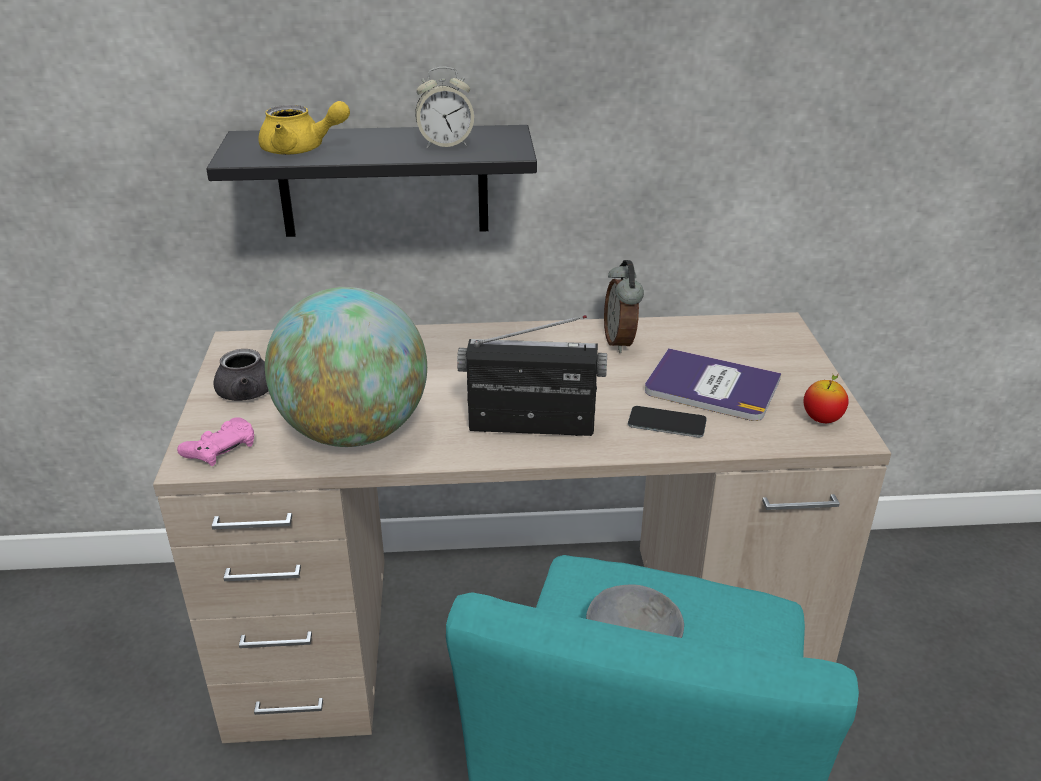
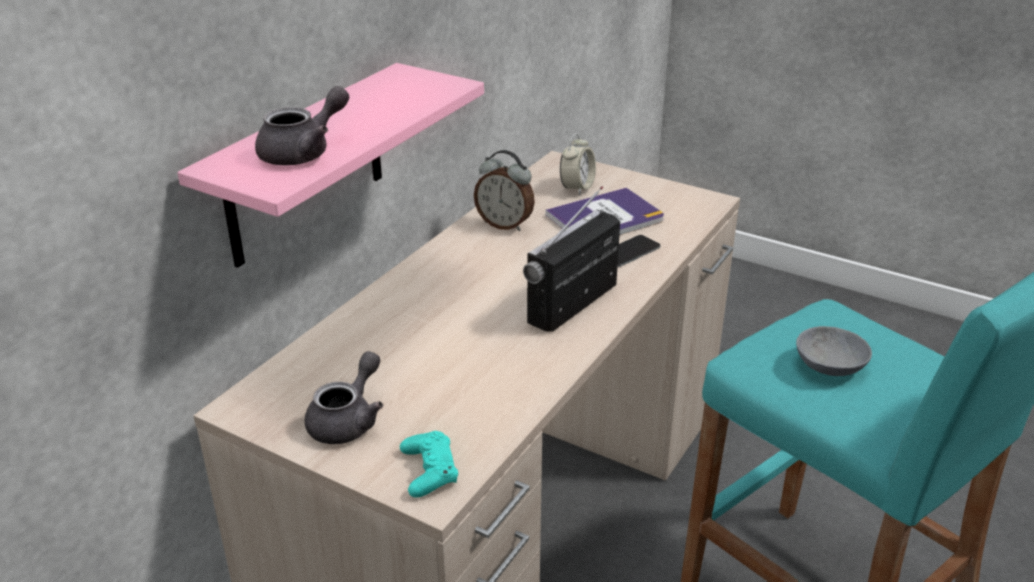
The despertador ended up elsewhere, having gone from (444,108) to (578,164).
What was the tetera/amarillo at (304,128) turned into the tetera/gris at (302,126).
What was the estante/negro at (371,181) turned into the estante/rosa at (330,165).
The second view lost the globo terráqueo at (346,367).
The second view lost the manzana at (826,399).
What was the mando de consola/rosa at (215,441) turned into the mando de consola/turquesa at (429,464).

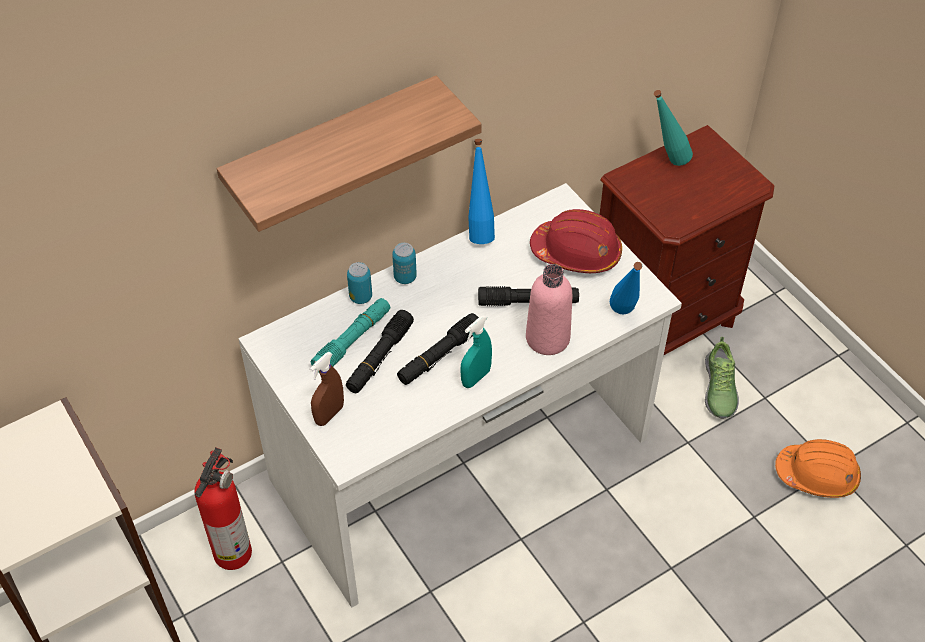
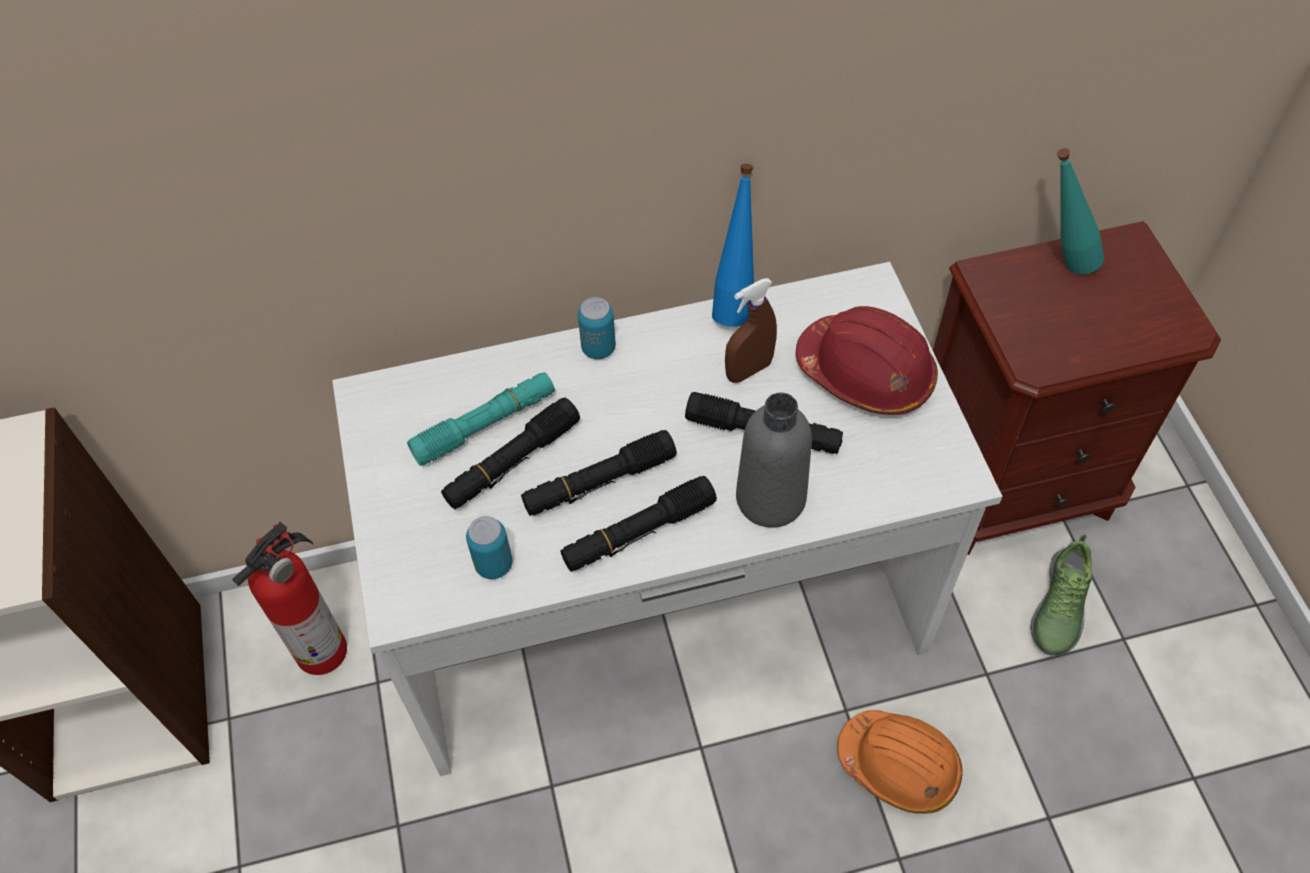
The second view lost the estante at (349,154).
The lata ended up elsewhere, having gone from (359,283) to (489,547).
The second view lost the botella/azul at (626,288).
What was the botella/rosa at (549,309) turned into the botella/gris at (774,460).
Where the pulverizador/turquesa stood at (476,351), the linterna/negro came to stand at (639,524).
The pulverizador/marrón ended up elsewhere, having gone from (327,389) to (751,330).
The casco/naranja ended up elsewhere, having gone from (818,468) to (900,762).

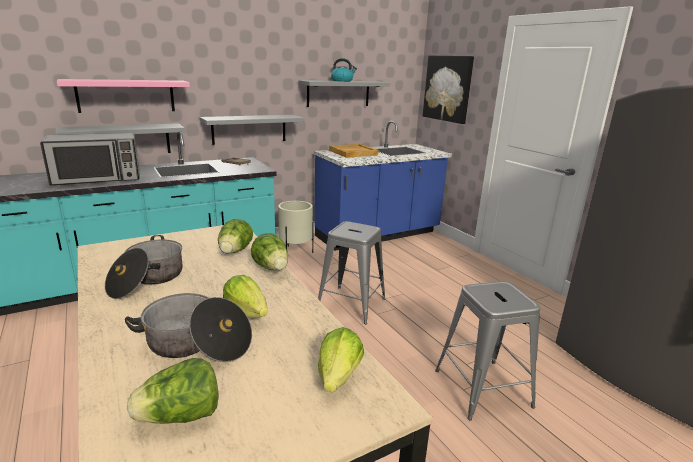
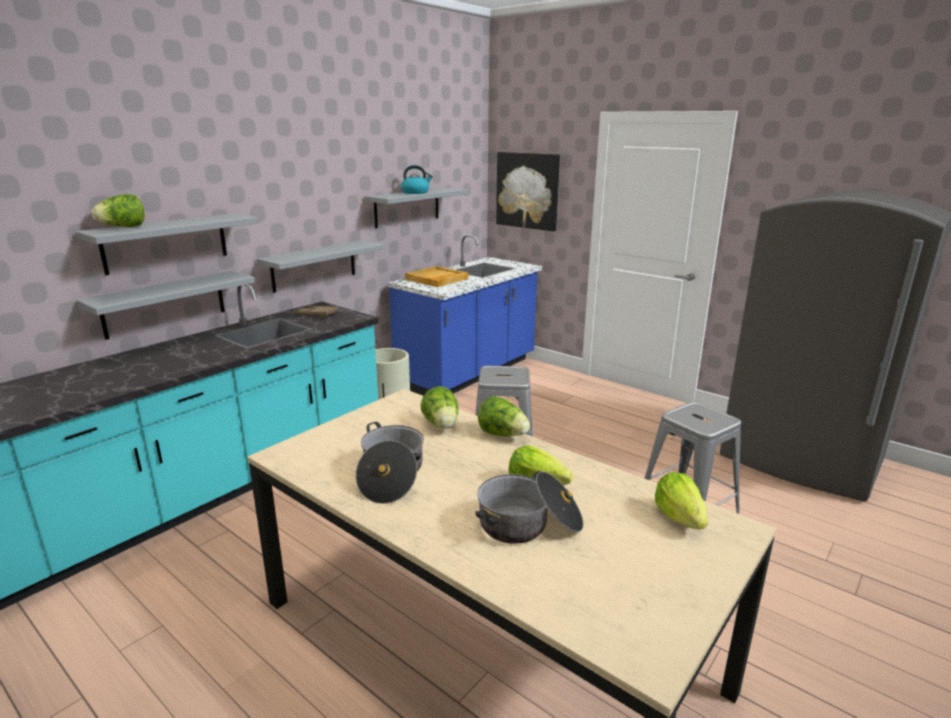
What was the estante/rosa at (123,96) turned into the estante/gris at (167,244).
The second view lost the microondas at (90,159).
The lechuga ended up elsewhere, having gone from (173,391) to (118,210).

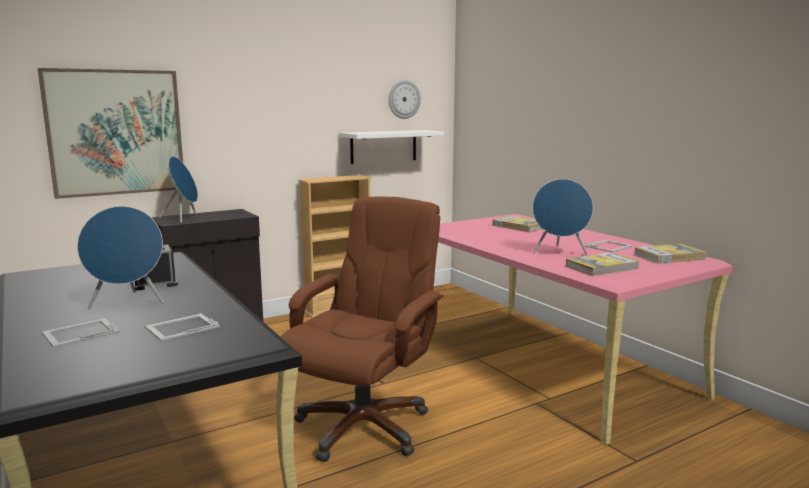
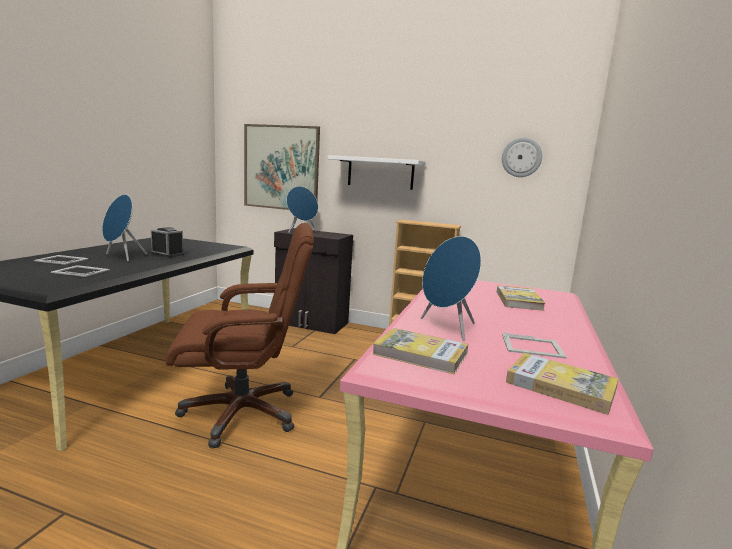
The estante/blanco ended up elsewhere, having gone from (392,147) to (376,172).

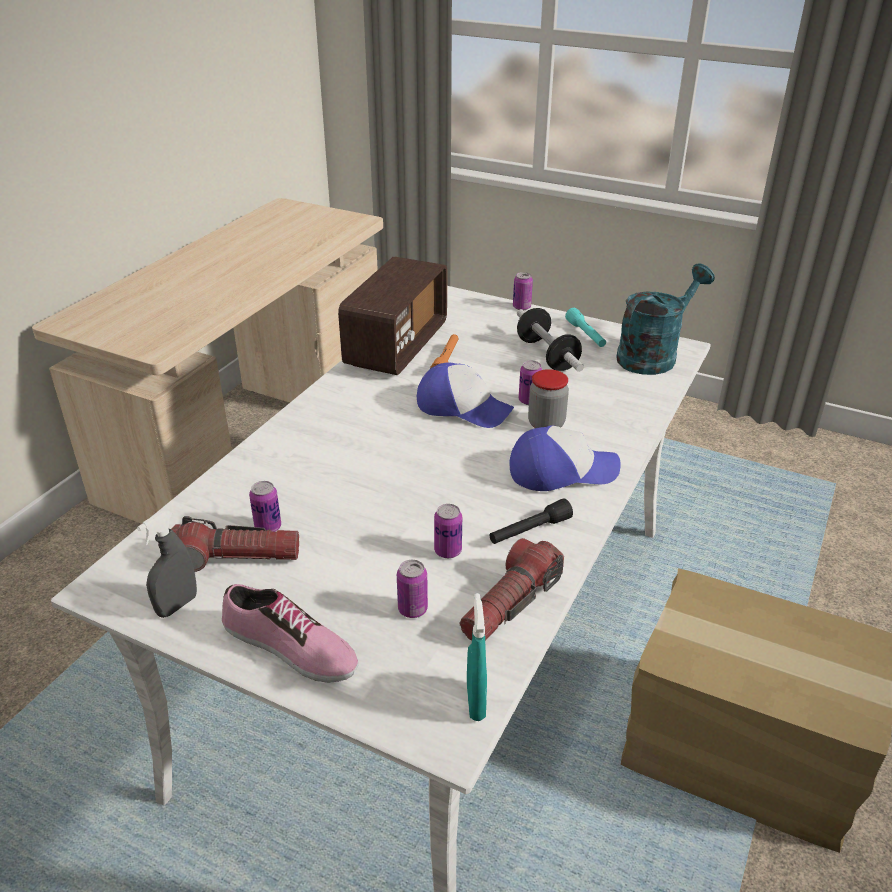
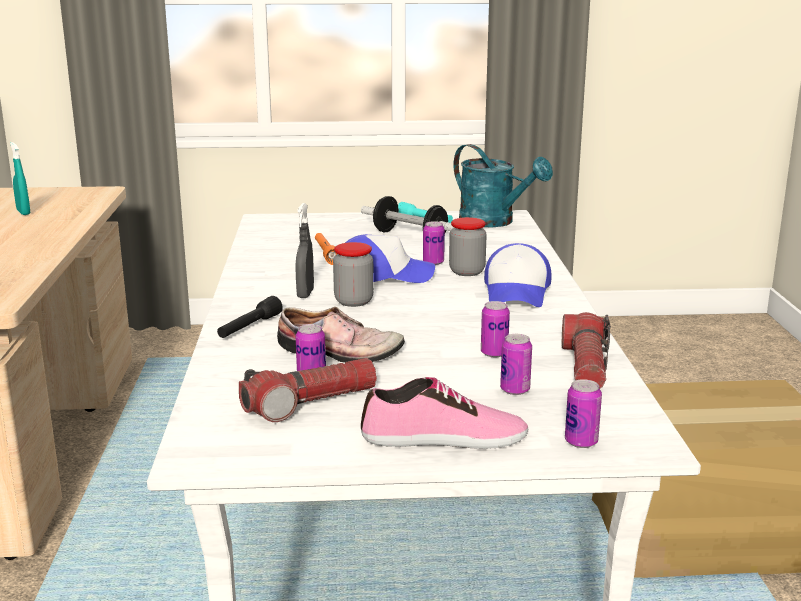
The second view lost the radio at (392,315).
The regadera/turquesa at (665,319) ended up facing another way, 120 degrees clockwise from before.
The lata ended up elsewhere, having gone from (523,291) to (583,413).
The gorra at (565,458) ended up facing another way, 135 degrees clockwise from before.
The linterna/negro ended up elsewhere, having gone from (531,521) to (250,317).
The pulverizador/gris ended up elsewhere, having gone from (167,564) to (305,250).
The pulverizador/turquesa ended up elsewhere, having gone from (477,657) to (20,178).
The second view gained the tarro at (353,274).
The second view gained the zapato at (341,335).

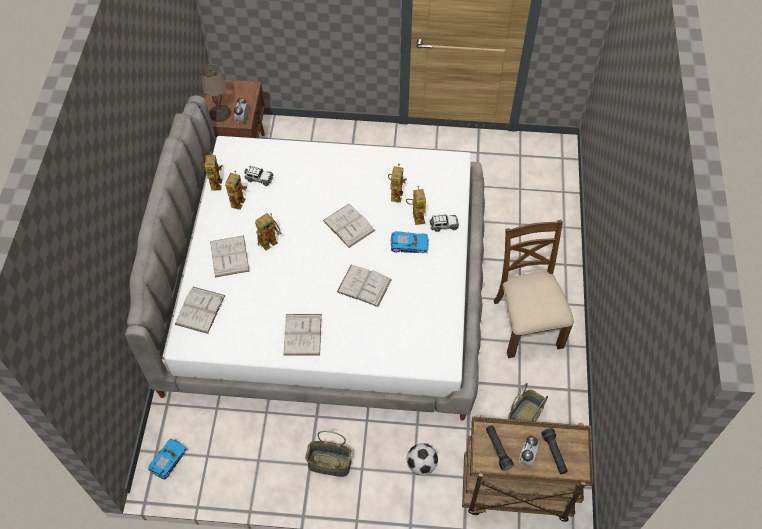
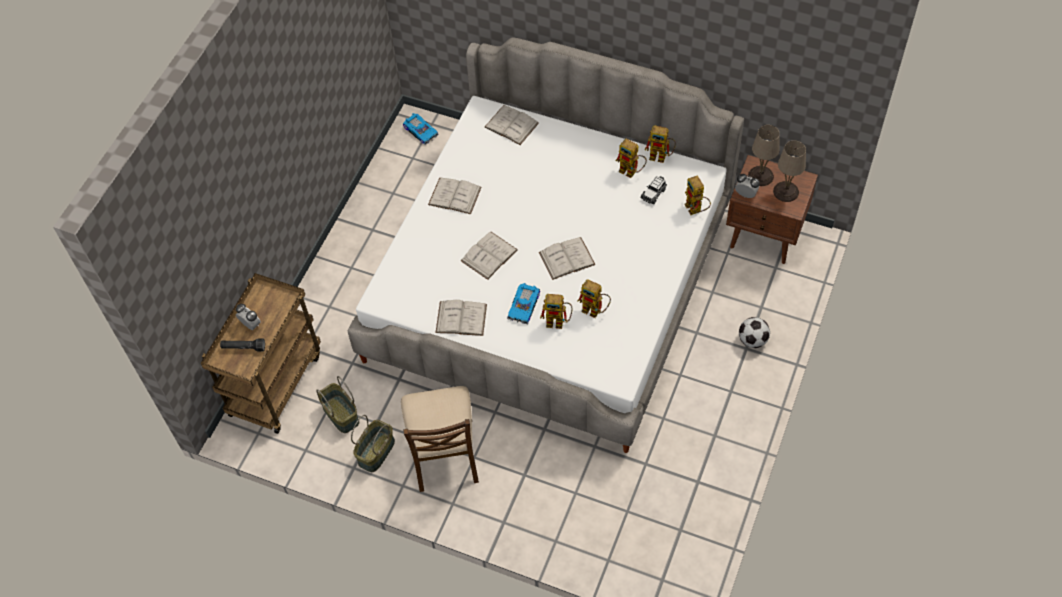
The robot de juguete ended up elsewhere, having gone from (268,231) to (697,195).
The second view lost the coche de juguete at (444,223).
The silla/marrón at (534,289) ended up facing another way, 75 degrees clockwise from before.
The libro/blanco ended up elsewhere, having gone from (229,256) to (461,318).
The second view lost the linterna/negro at (500,448).
The cesta ended up elsewhere, having gone from (328,454) to (373,443).
The balón de fútbol ended up elsewhere, having gone from (422,459) to (754,332).
The second view gained the lámpara de mesa/beis at (789,171).

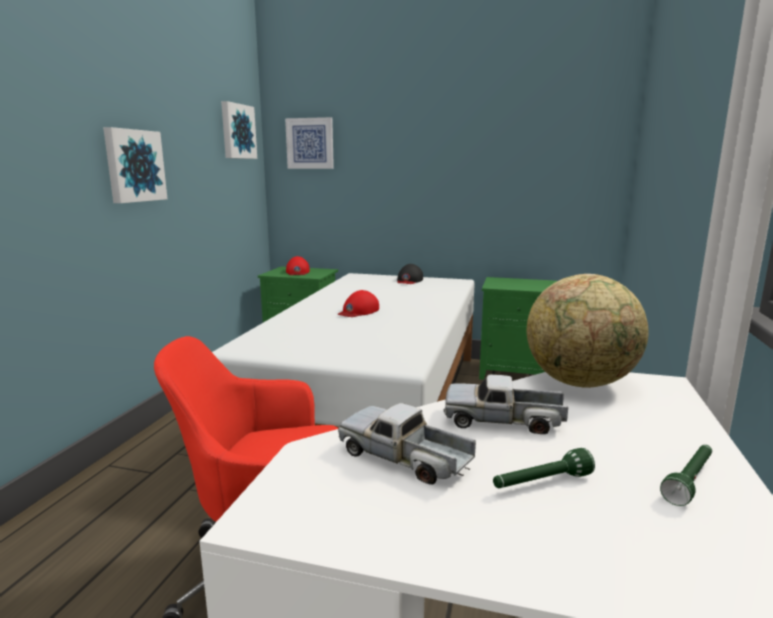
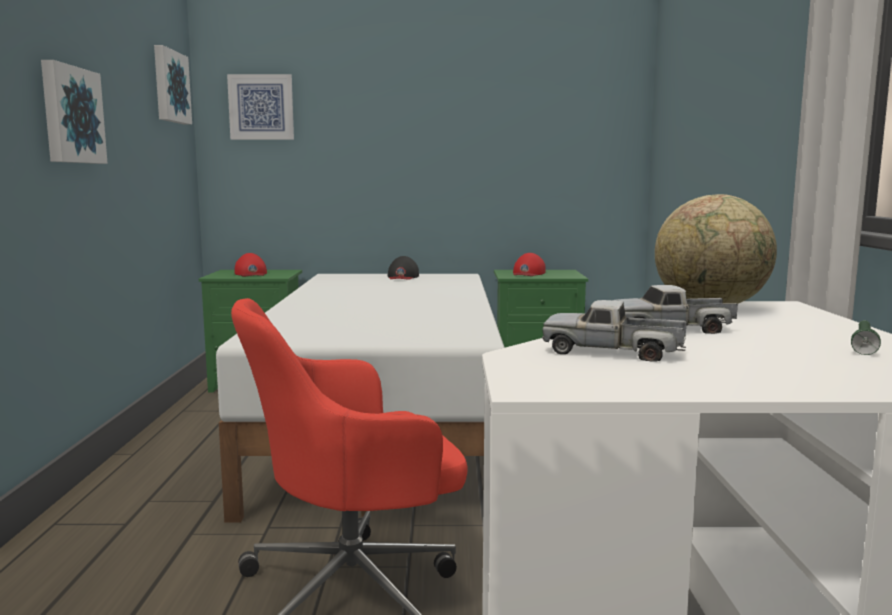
The gorra/rojo ended up elsewhere, having gone from (358,303) to (529,264).
The second view lost the linterna/verde at (544,468).

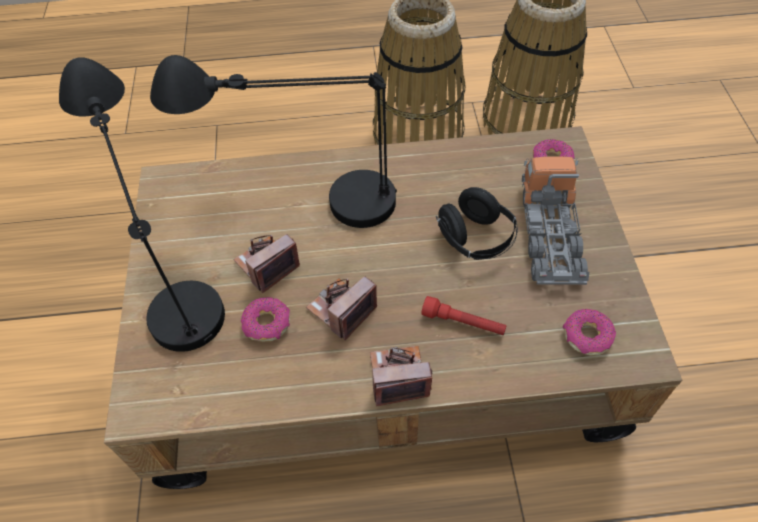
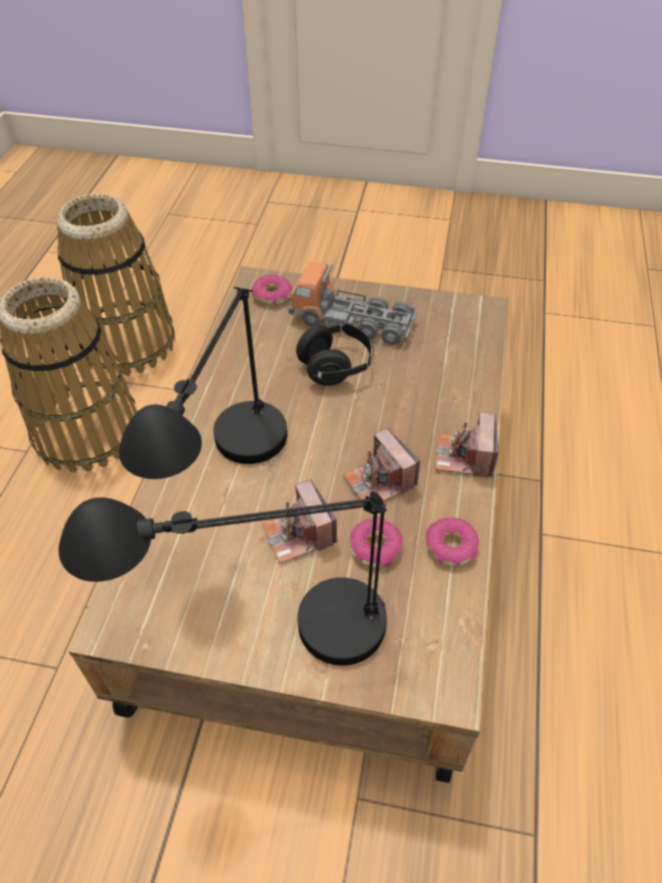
The second view lost the linterna/rojo at (463,315).
The rosquilla ended up elsewhere, having gone from (589,332) to (452,541).

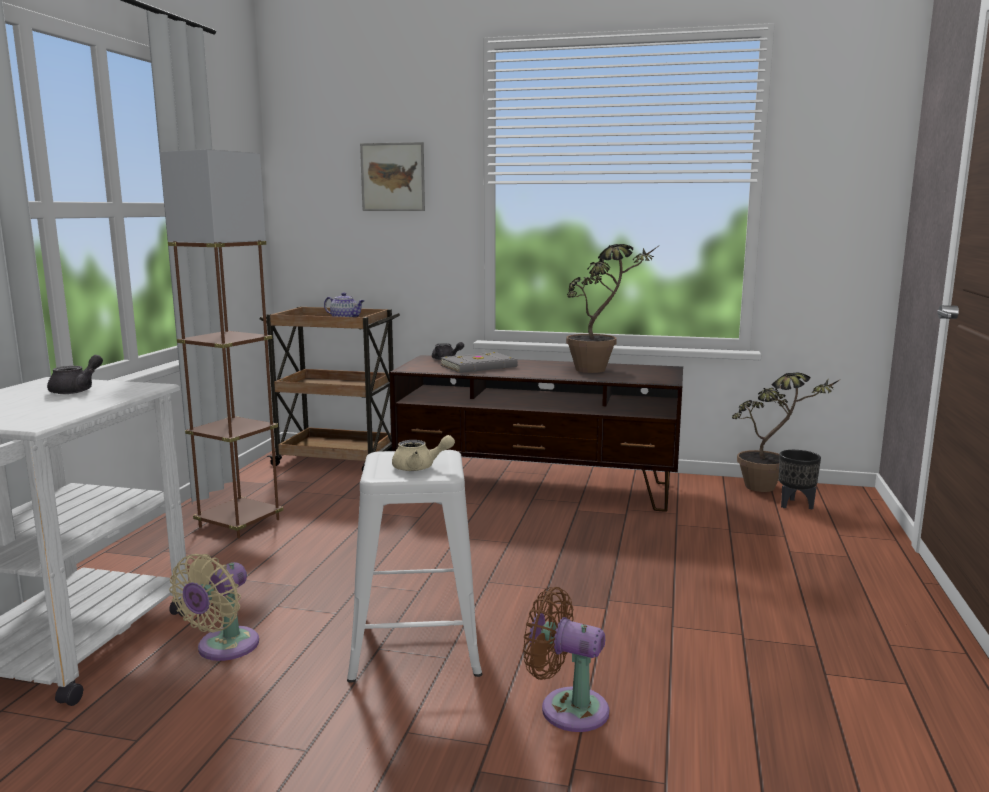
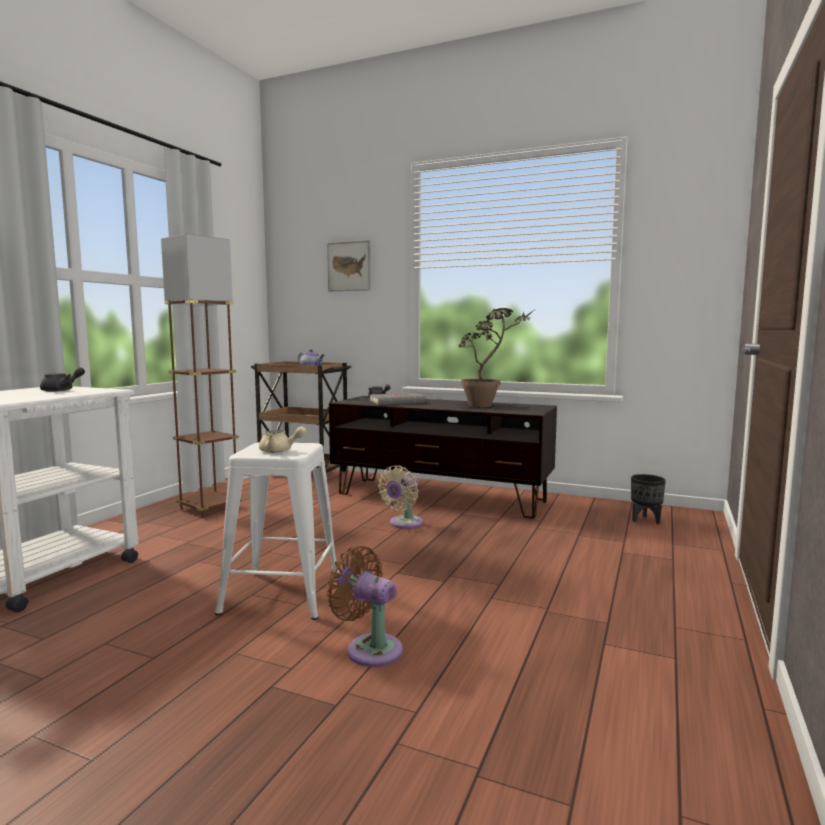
The second view lost the planta en maceta at (786,432).
The ventilador/beis ended up elsewhere, having gone from (214,607) to (400,497).

